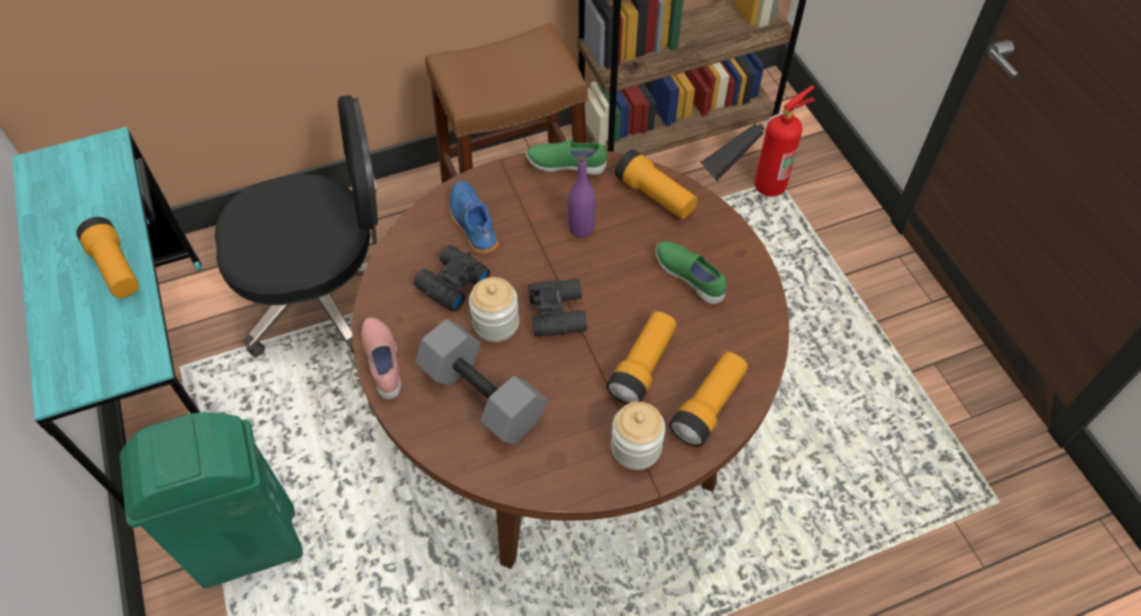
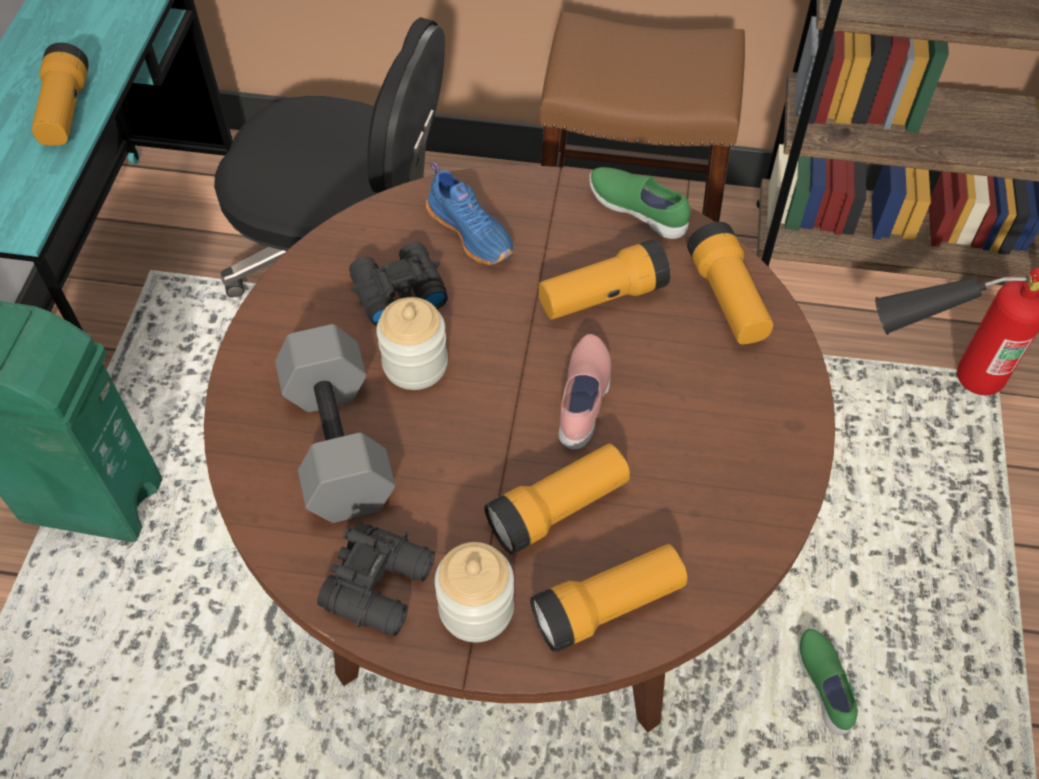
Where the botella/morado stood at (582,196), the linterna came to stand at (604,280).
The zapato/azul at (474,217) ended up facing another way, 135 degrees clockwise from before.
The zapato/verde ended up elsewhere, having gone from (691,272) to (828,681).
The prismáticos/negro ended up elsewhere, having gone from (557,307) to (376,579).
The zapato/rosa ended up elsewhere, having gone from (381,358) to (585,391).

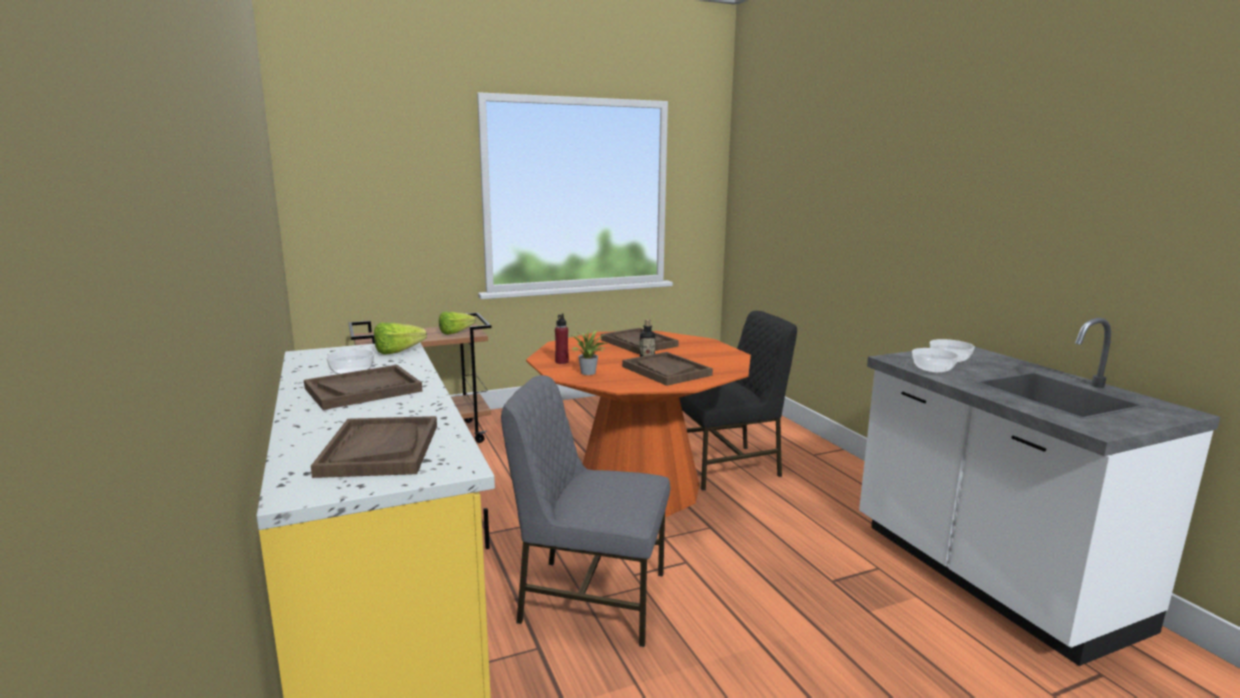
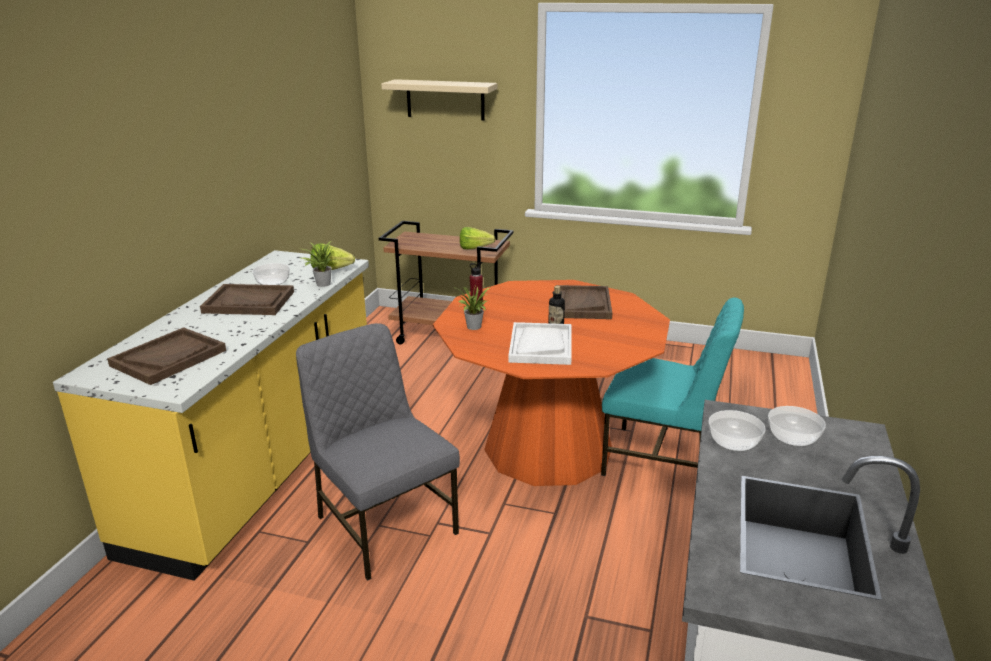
What was the silla/negro at (738,401) turned into the silla/turquesa at (672,387).
What was the bandeja/marrón at (667,369) turned into the bandeja/blanco at (540,343).
The second view gained the estante/beis at (439,99).
The second view gained the planta en maceta at (319,264).

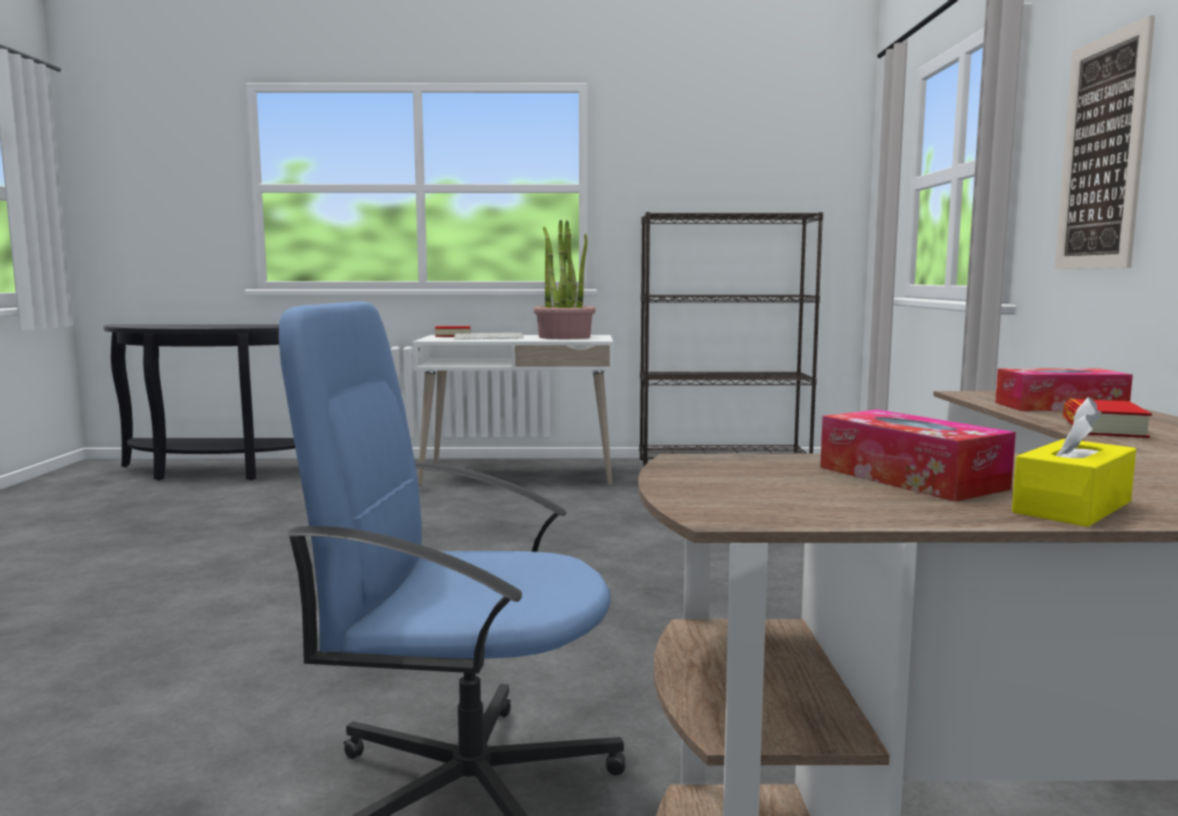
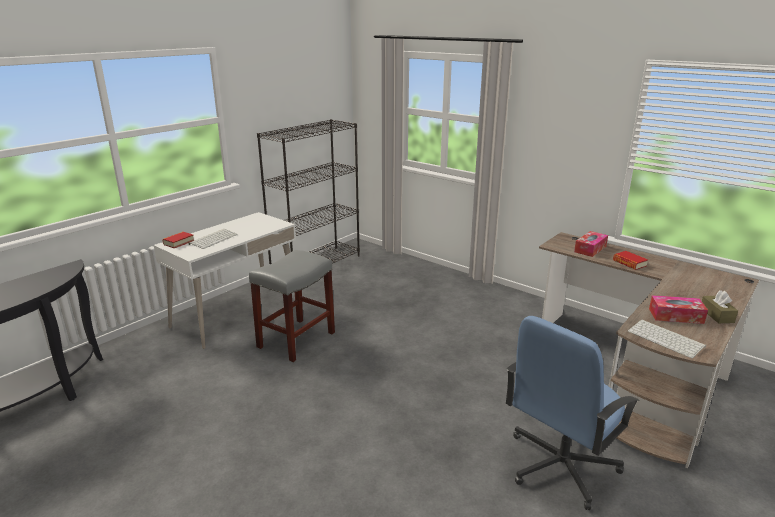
The second view lost the cuadro at (1105,142).
The second view lost the planta en maceta at (565,279).
What was the caja de pañuelos/amarillo at (1074,462) turned into the caja de pañuelos/marrón at (720,306).
The second view gained the taburete/gris at (292,306).
The second view gained the teclado at (667,338).

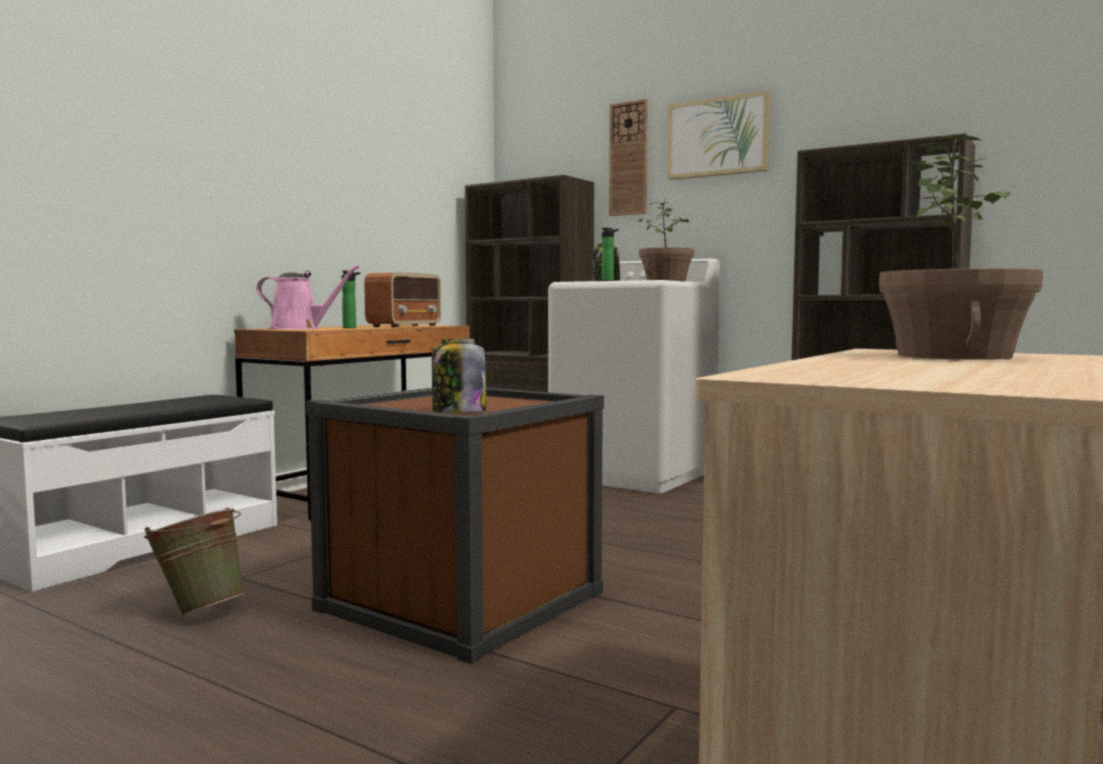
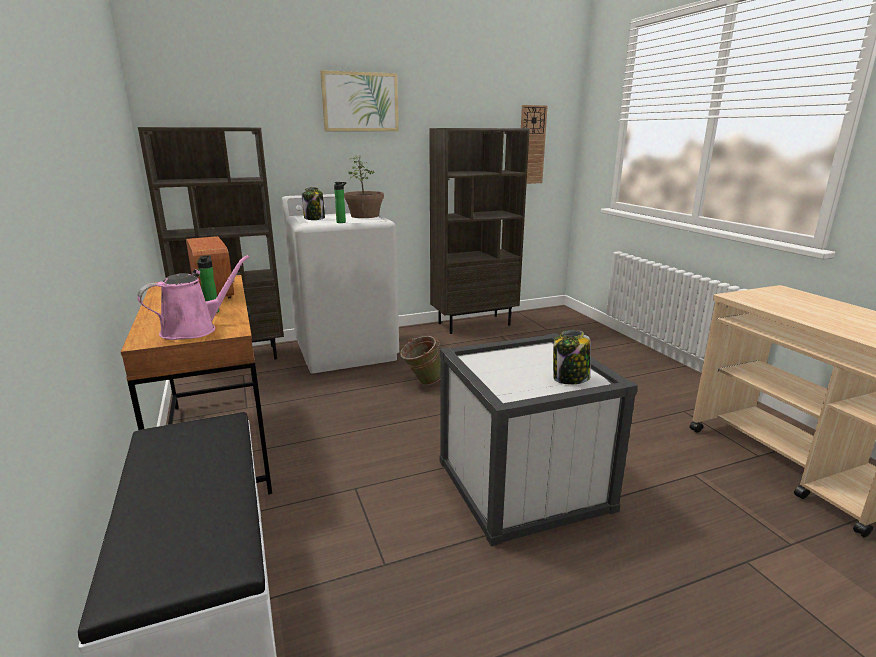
The reloj de pared ended up elsewhere, having gone from (628,157) to (534,144).
The second view lost the planta en maceta at (961,247).
What was the caja de almacenaje/marrón at (455,526) turned into the caja de almacenaje/blanco at (539,439).
The cubo/verde ended up elsewhere, having gone from (194,562) to (420,360).

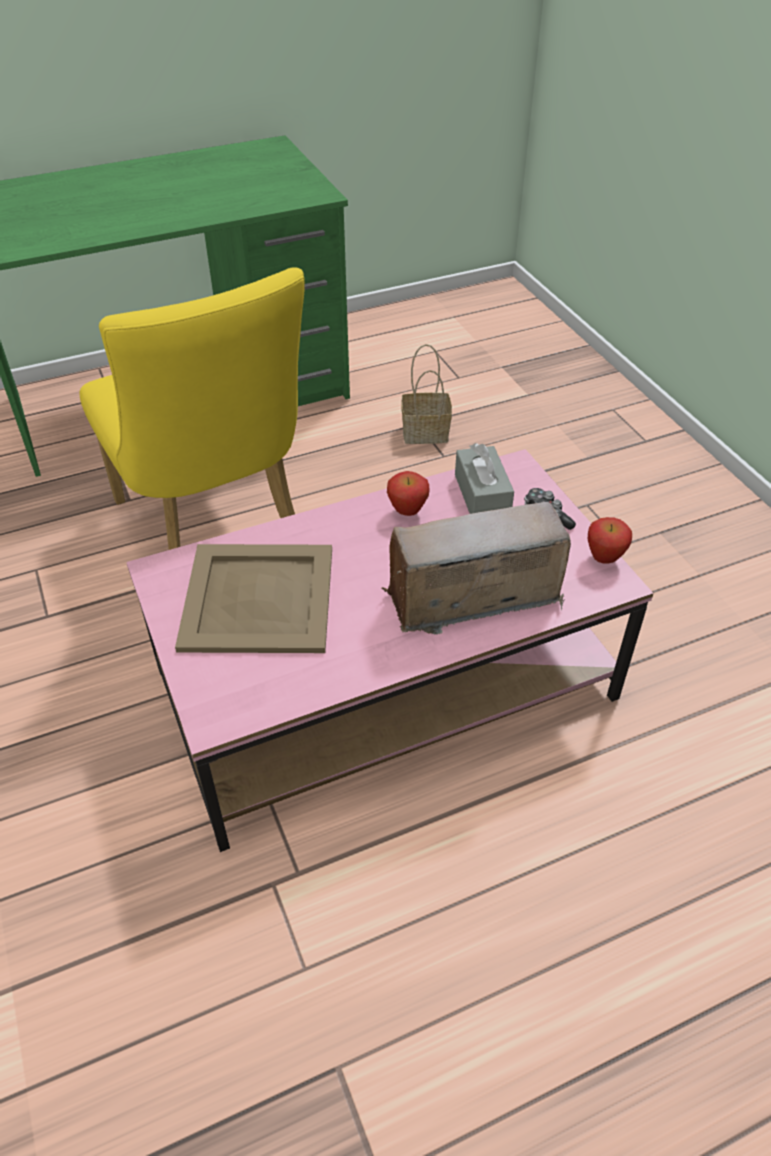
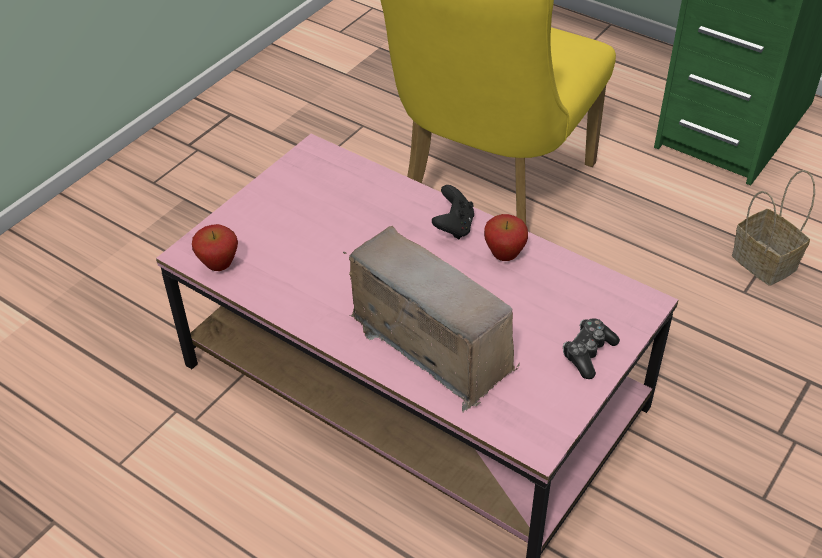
The second view lost the caja de pañuelos/gris at (484,478).
The manzana ended up elsewhere, having gone from (610,540) to (215,247).
The second view lost the bandeja/beis at (253,598).
The second view gained the mando de consola/negro at (453,212).

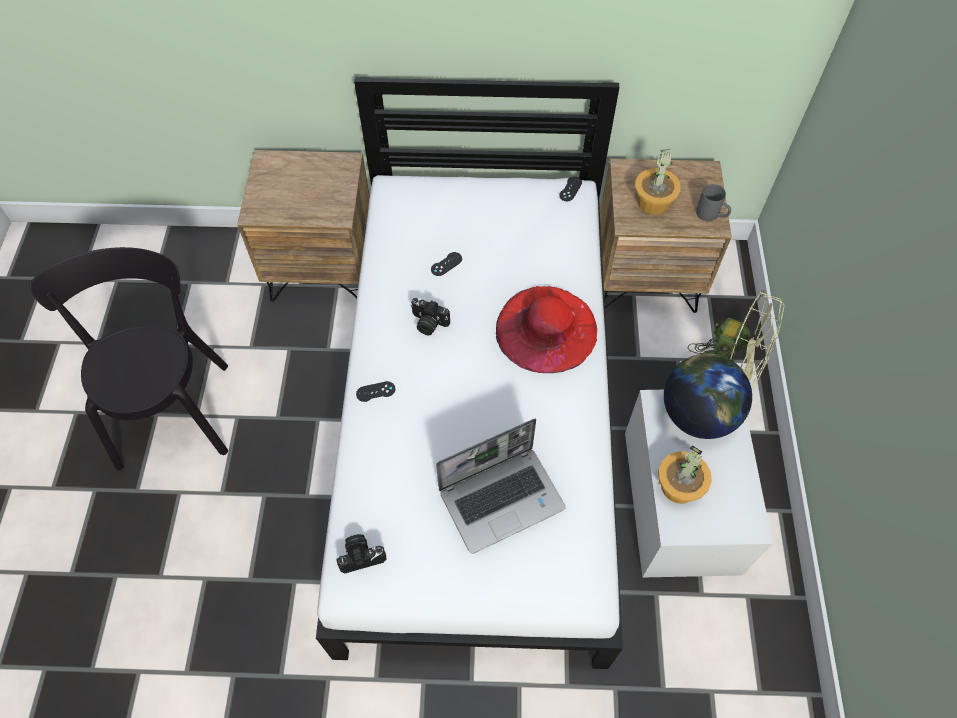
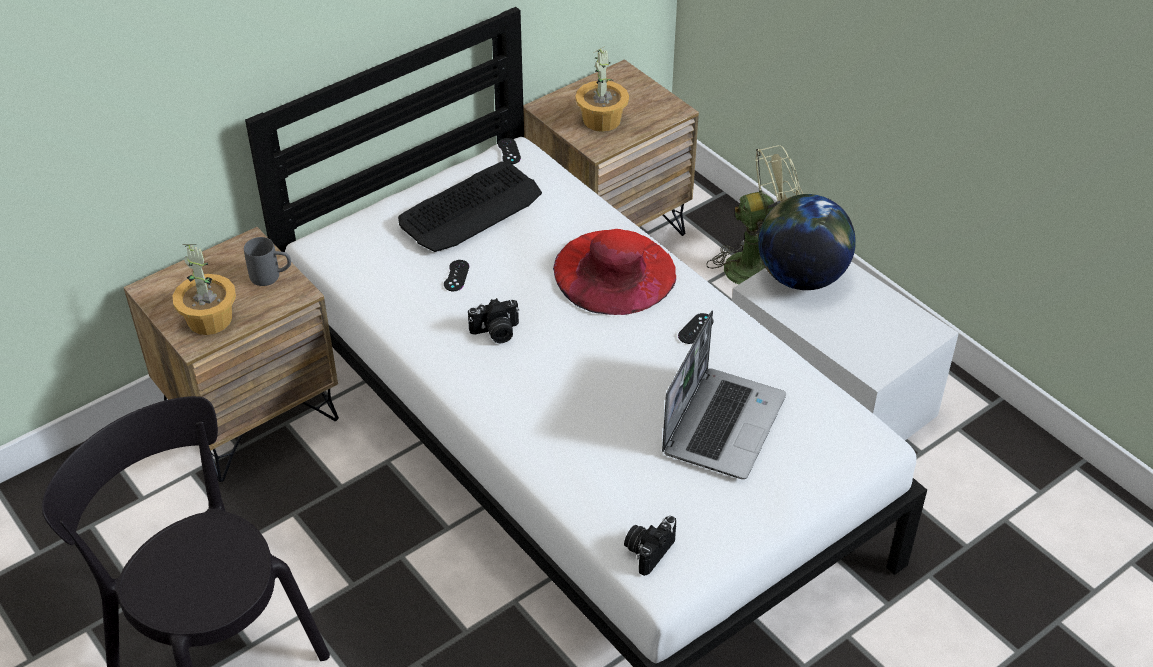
The taza grande/gris ended up elsewhere, having gone from (713,202) to (267,261).
The mando de consola/negro ended up elsewhere, having gone from (375,391) to (695,328).
The planta en maceta ended up elsewhere, having gone from (685,474) to (204,289).
The second view gained the teclado at (470,206).

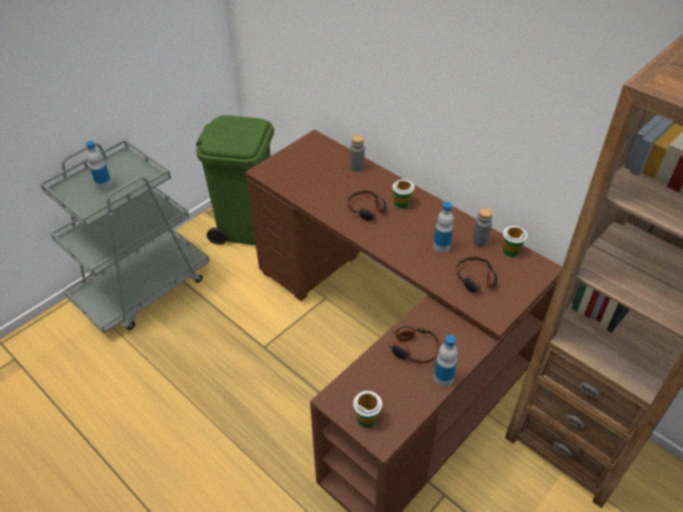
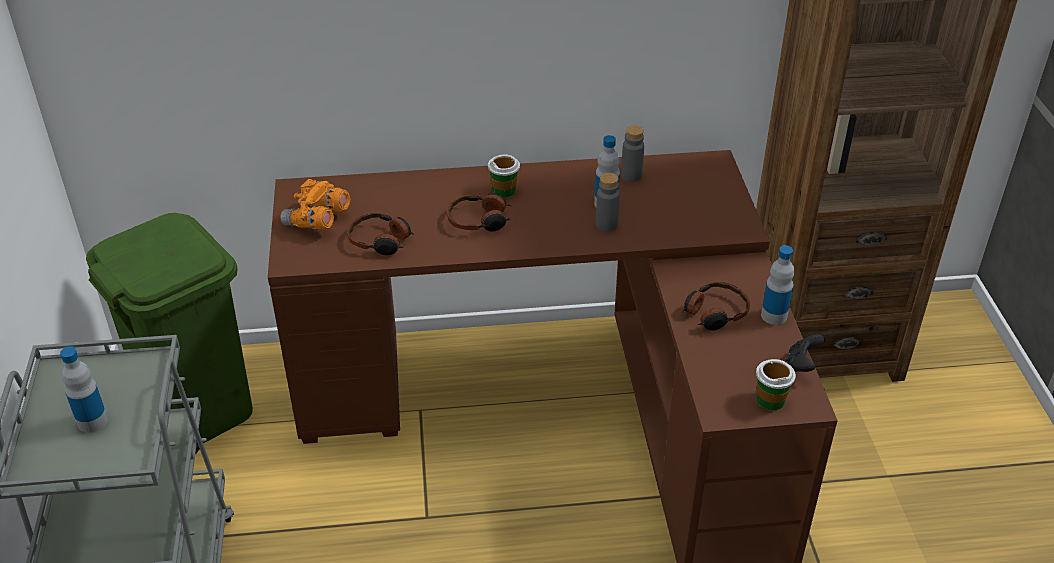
The botella/gris ended up elsewhere, having gone from (357,153) to (608,202).
The second view lost the taza at (515,241).
The auriculares ended up elsewhere, having gone from (476,274) to (380,234).
The second view gained the prismáticos/naranja at (315,204).
The second view gained the mando de consola/negro at (805,353).

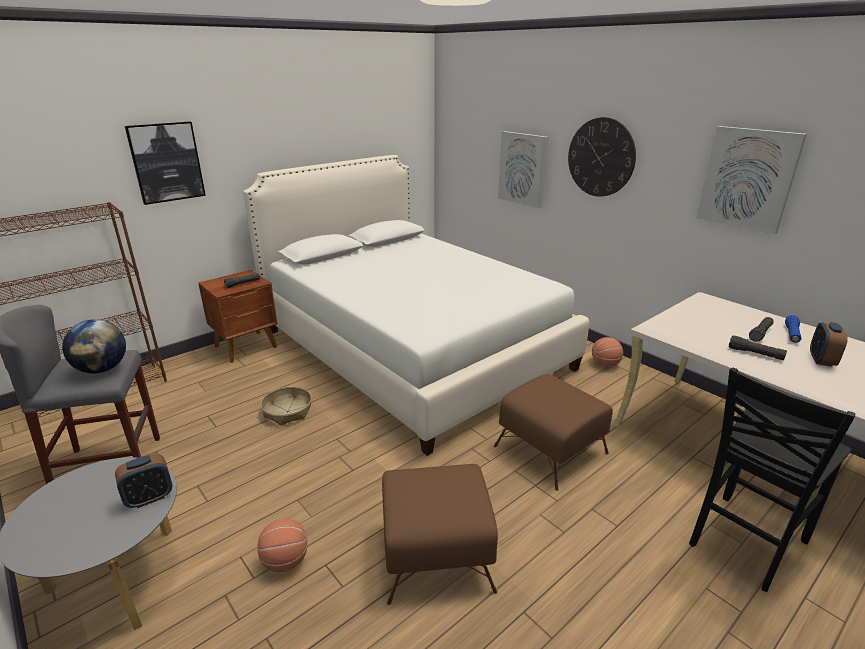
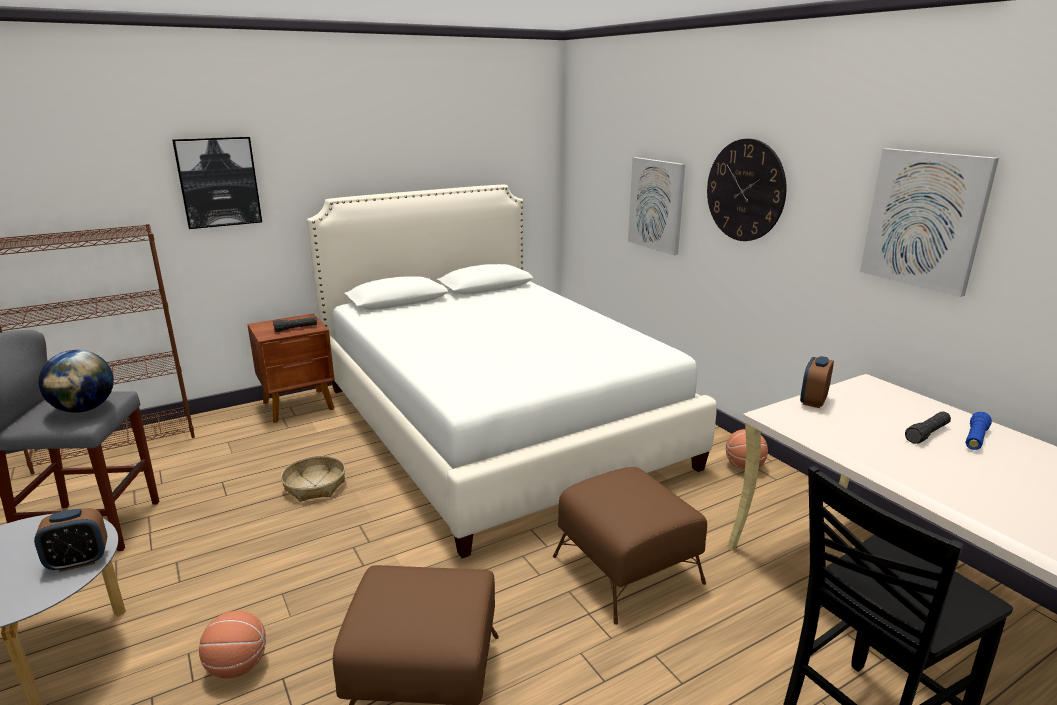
The despertador ended up elsewhere, having gone from (829,344) to (817,382).
The second view lost the linterna/negro at (757,348).

